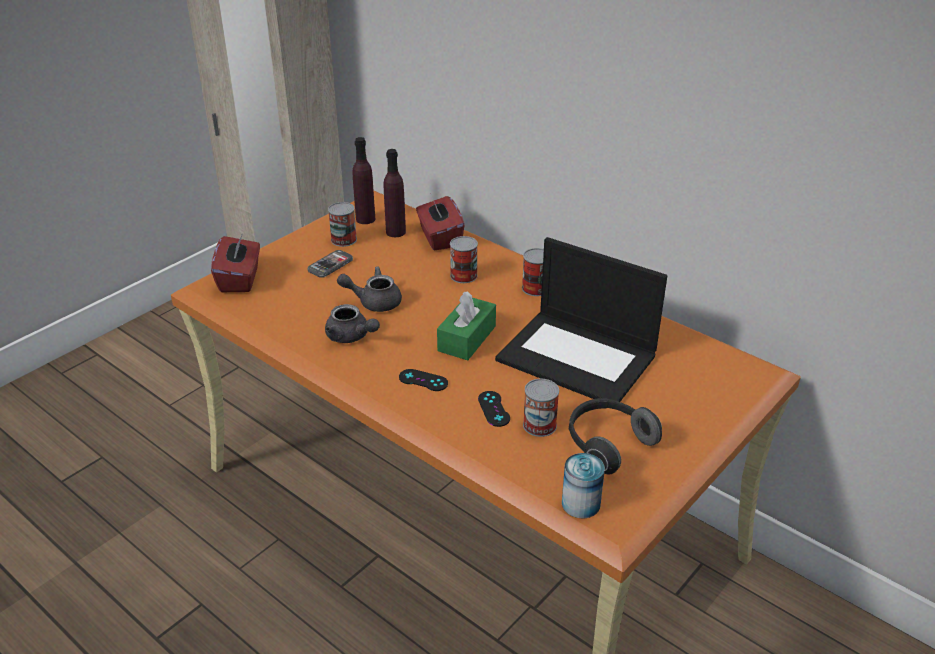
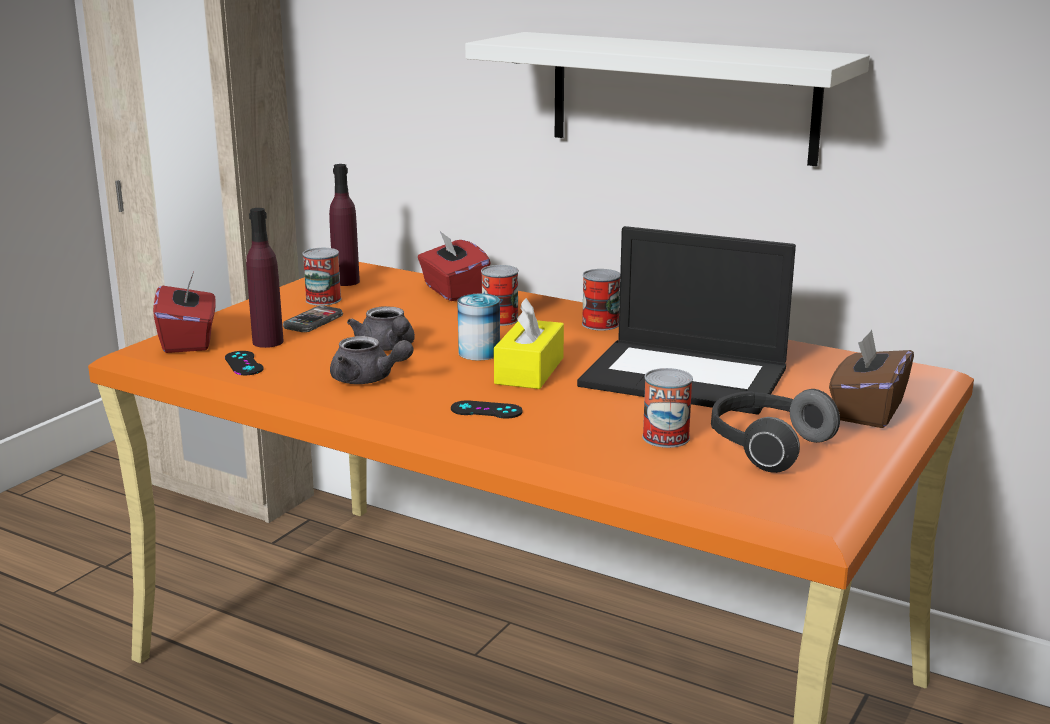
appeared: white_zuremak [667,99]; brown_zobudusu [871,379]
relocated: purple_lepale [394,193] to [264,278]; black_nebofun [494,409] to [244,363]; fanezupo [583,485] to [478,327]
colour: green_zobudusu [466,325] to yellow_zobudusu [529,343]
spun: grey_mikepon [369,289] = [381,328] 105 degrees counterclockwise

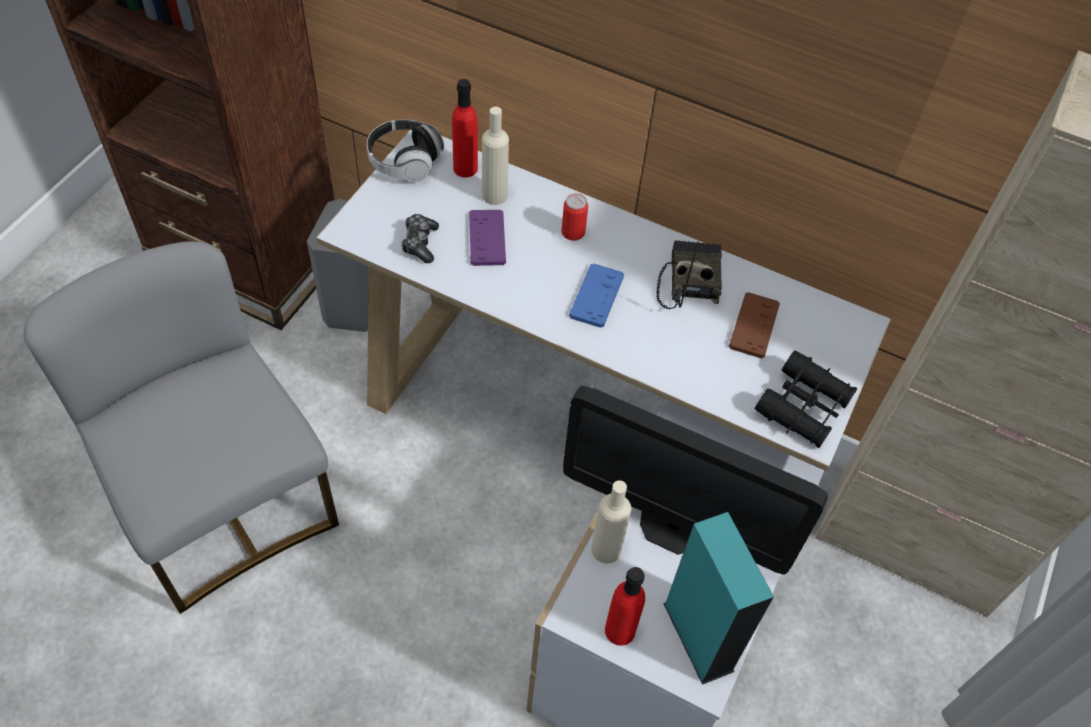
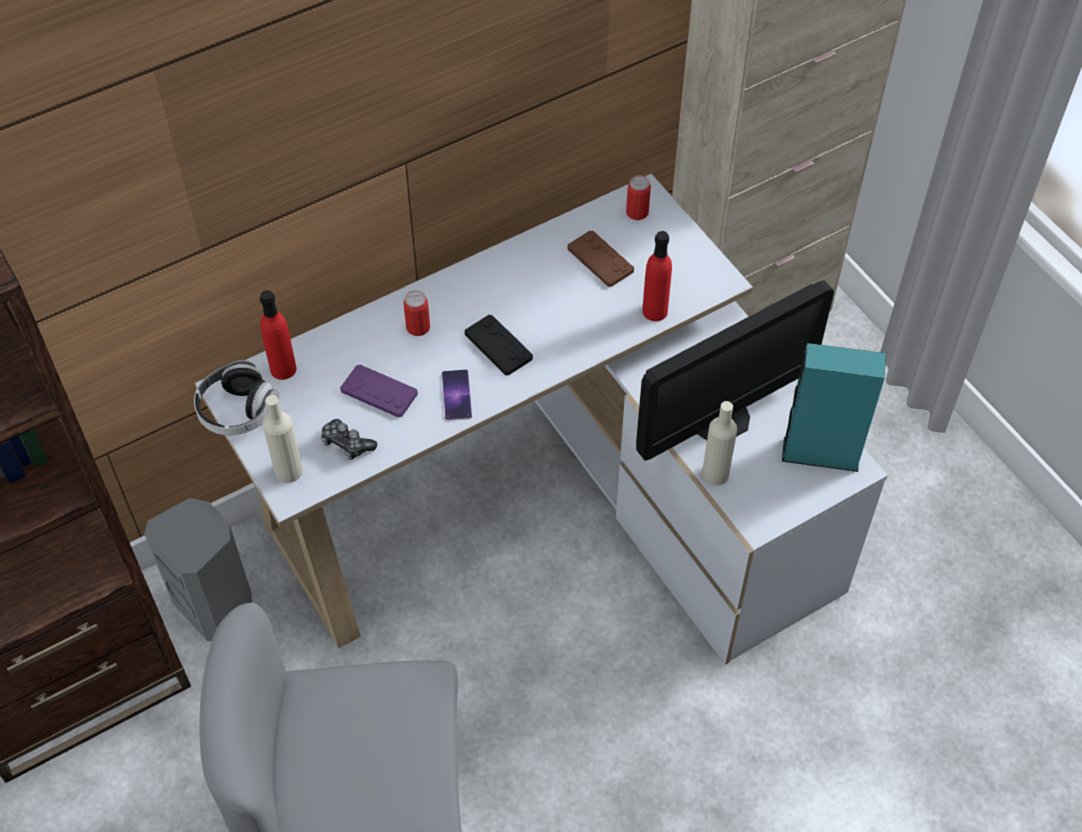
missing: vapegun [689,274]; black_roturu [806,399]
appeared: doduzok [457,394]; fanezupo [638,197]
relocated: beige_lepale [495,156] to [283,439]; red_lepale [625,606] to [657,276]
colour: blue_nebofun [596,295] to black_nebofun [499,345]

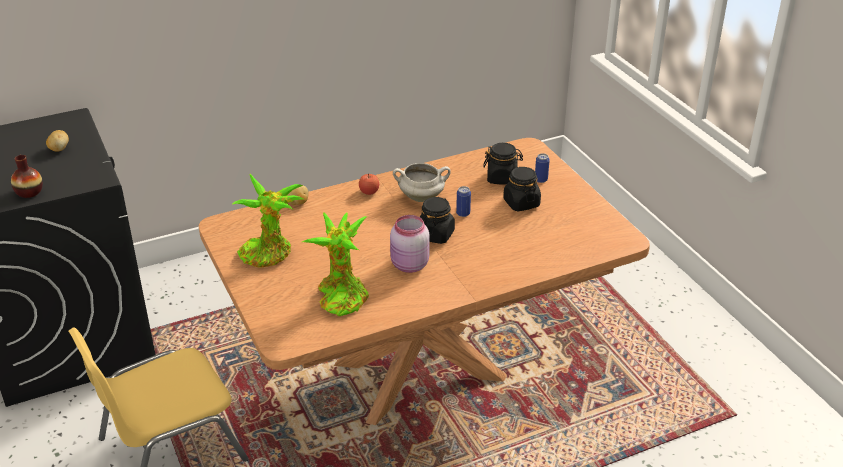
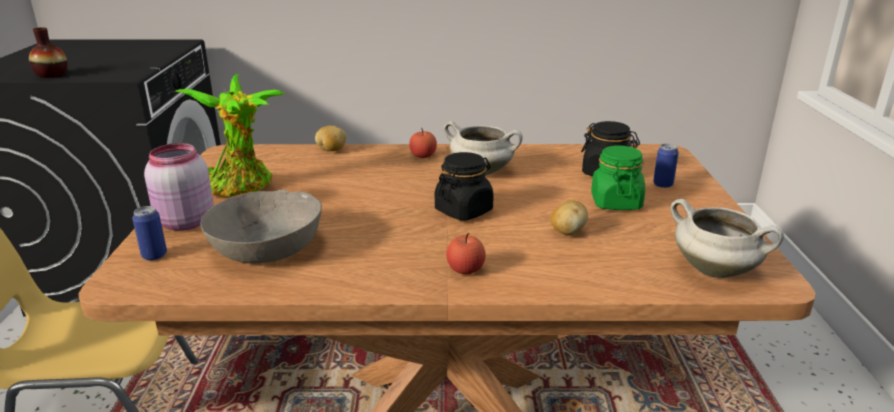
appeared: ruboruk [466,253]; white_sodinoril [727,238]
relocated: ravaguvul [57,141] to [569,217]; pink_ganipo [410,244] to [179,187]; fanezupo [463,201] to [149,233]
exchanged: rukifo [335,264] to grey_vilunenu [261,226]
colour: black_ganipo [522,189] to green_ganipo [618,177]

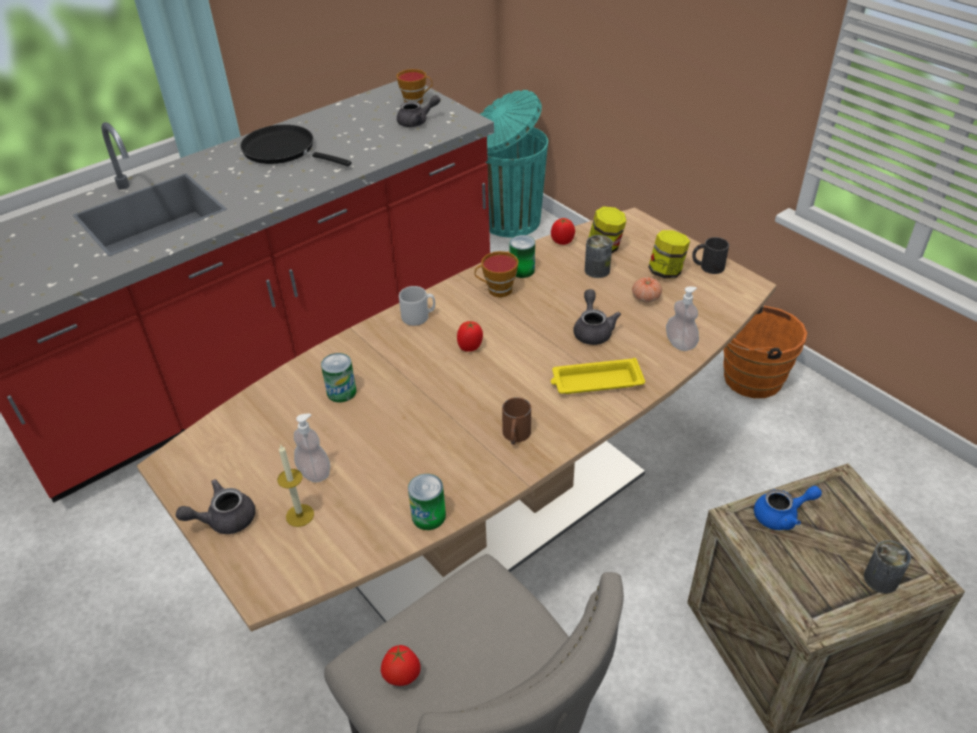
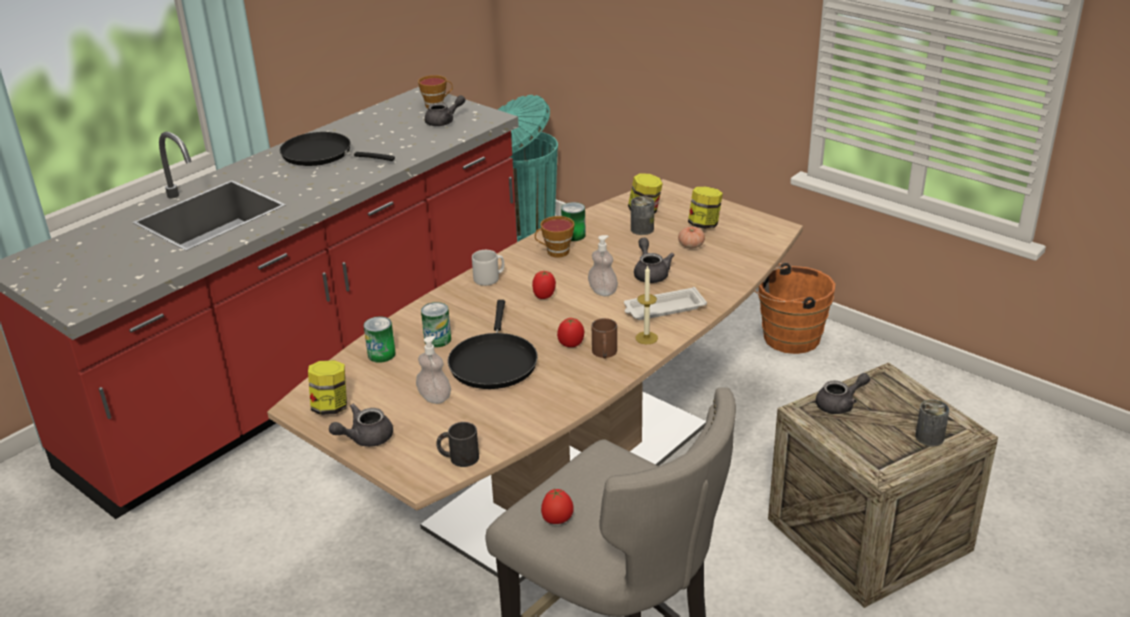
appeared: ganipo [327,387]; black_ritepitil [493,344]
relocated: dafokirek [295,485] to [646,304]; fanezupo [427,502] to [380,339]; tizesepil [563,231] to [570,332]; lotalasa [682,319] to [603,265]; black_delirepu [710,255] to [457,444]
colour: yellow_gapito [598,376] to white_gapito [665,303]; blue_mikepon [788,508] to grey_mikepon [843,393]

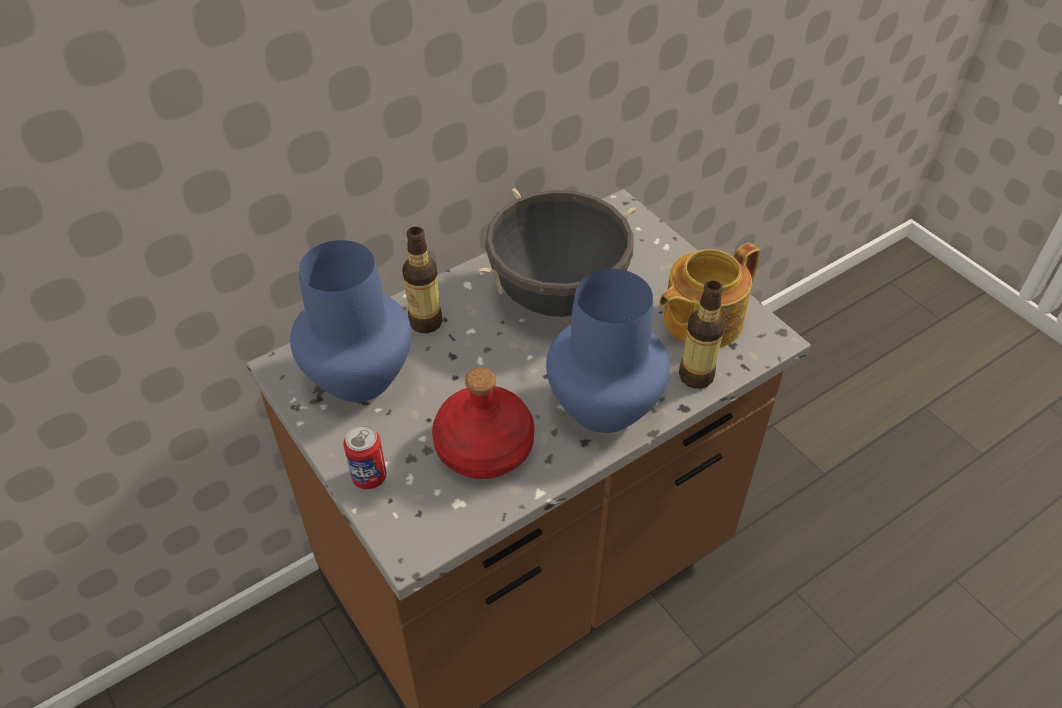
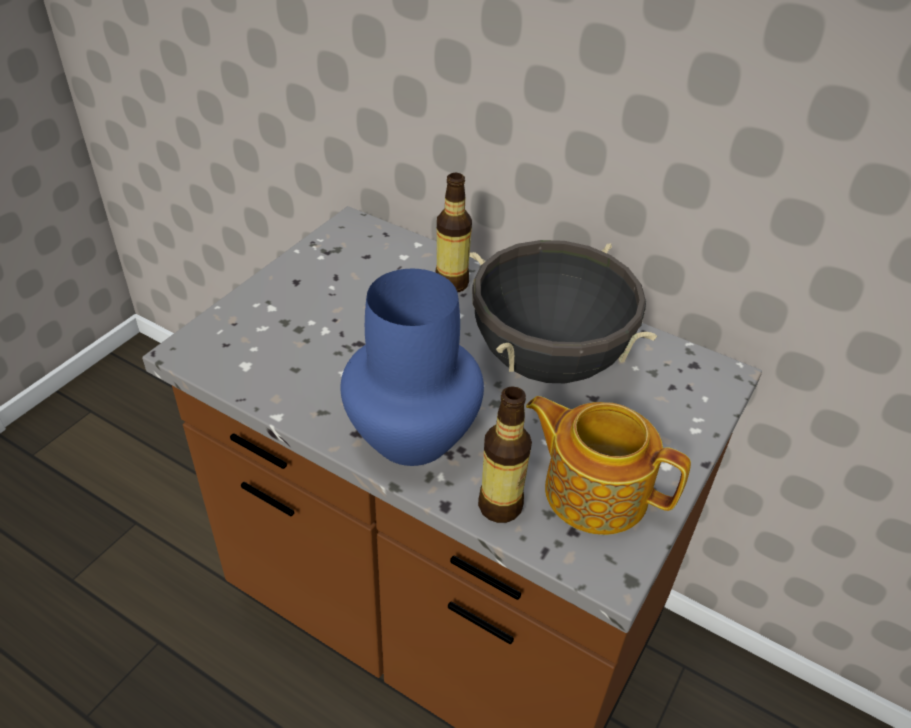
missing: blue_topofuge [350,321]; fanezupo [365,457]; red_lepale [483,423]

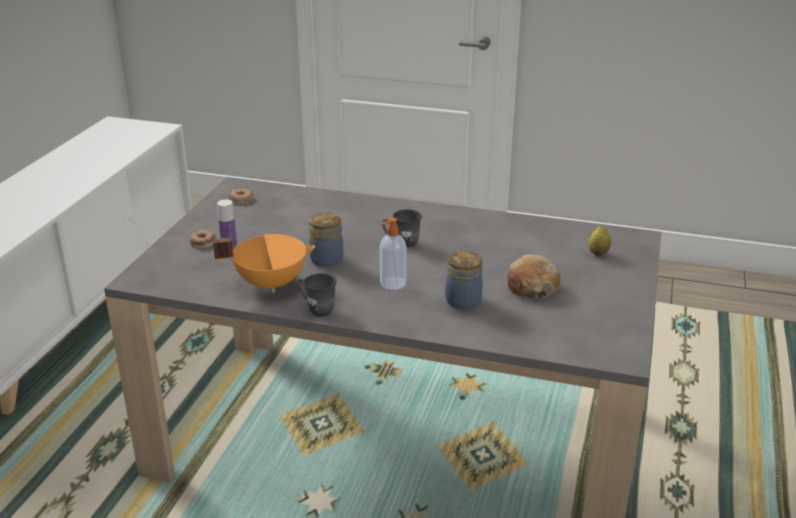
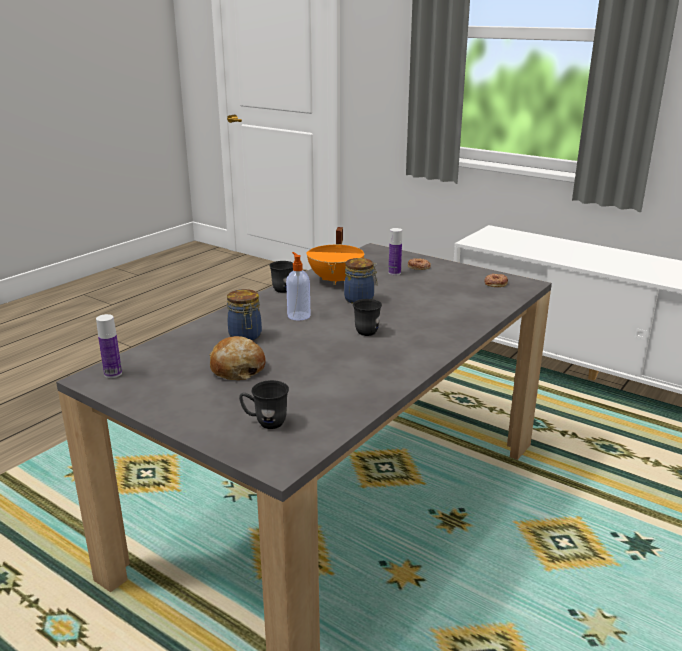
appeared: lepale [109,346]
exchanged: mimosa [599,240] to grey_delirepu [264,404]

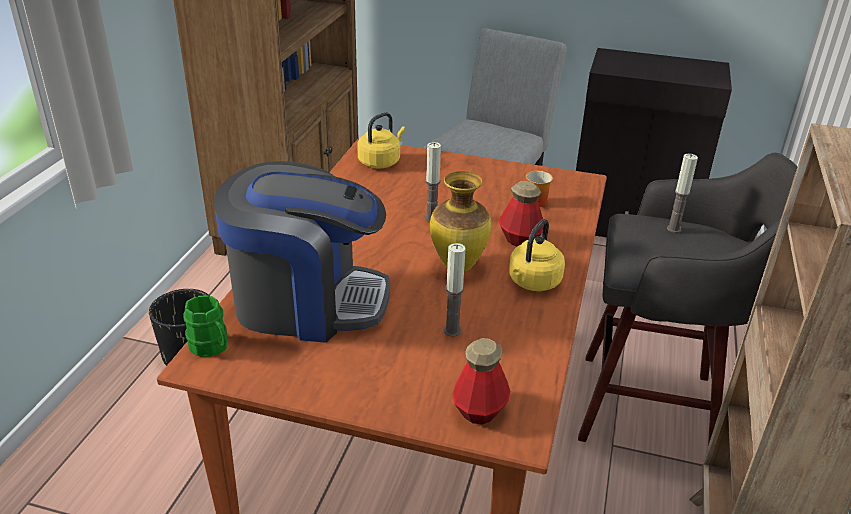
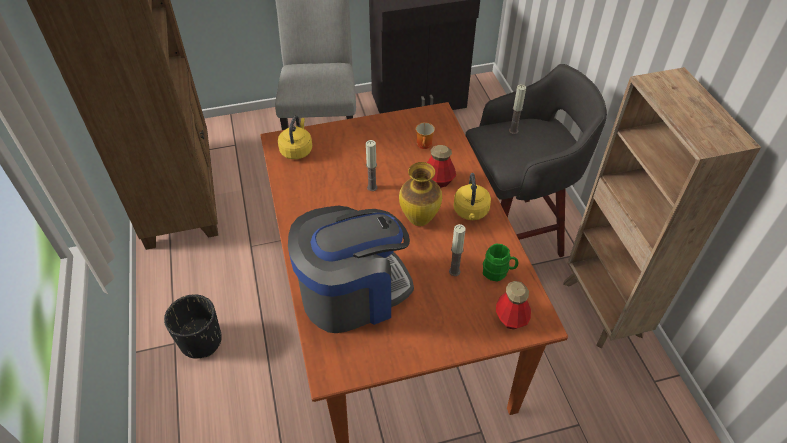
relocated: green_delirepu [205,326] to [500,262]

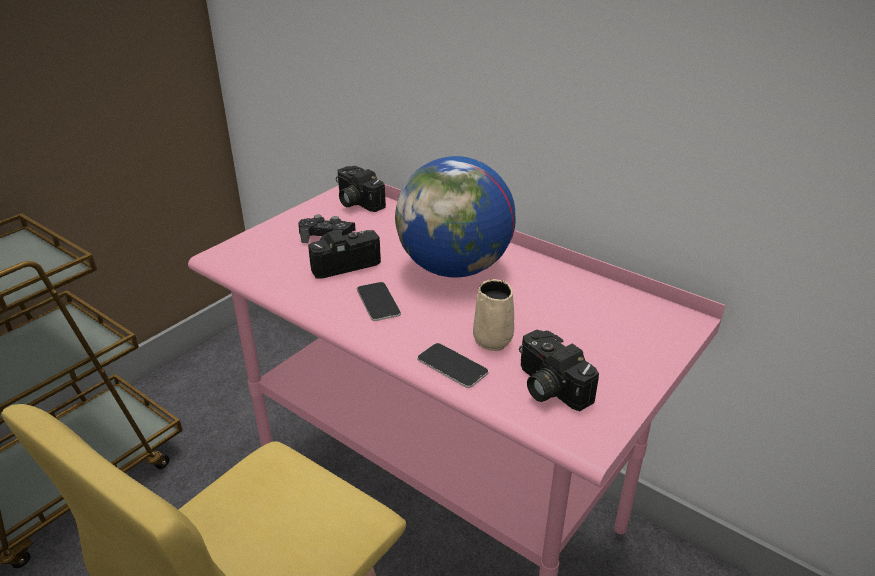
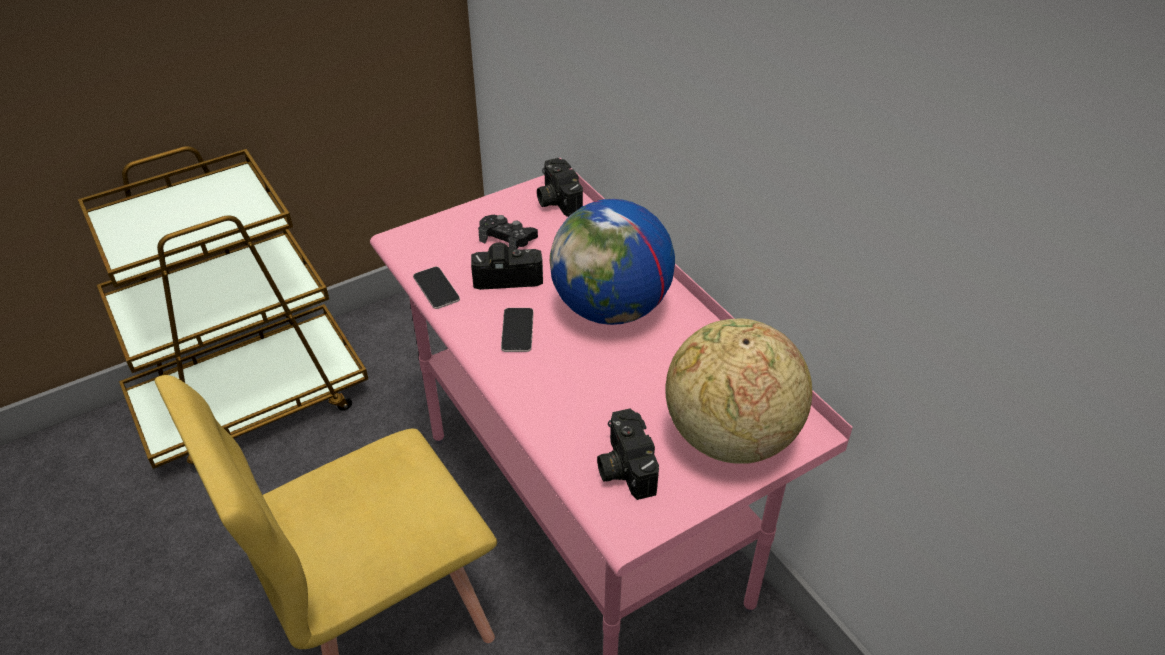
missing: beige_delirepu [493,315]
appeared: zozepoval [738,391]
relocated: doduzok [453,365] to [436,287]

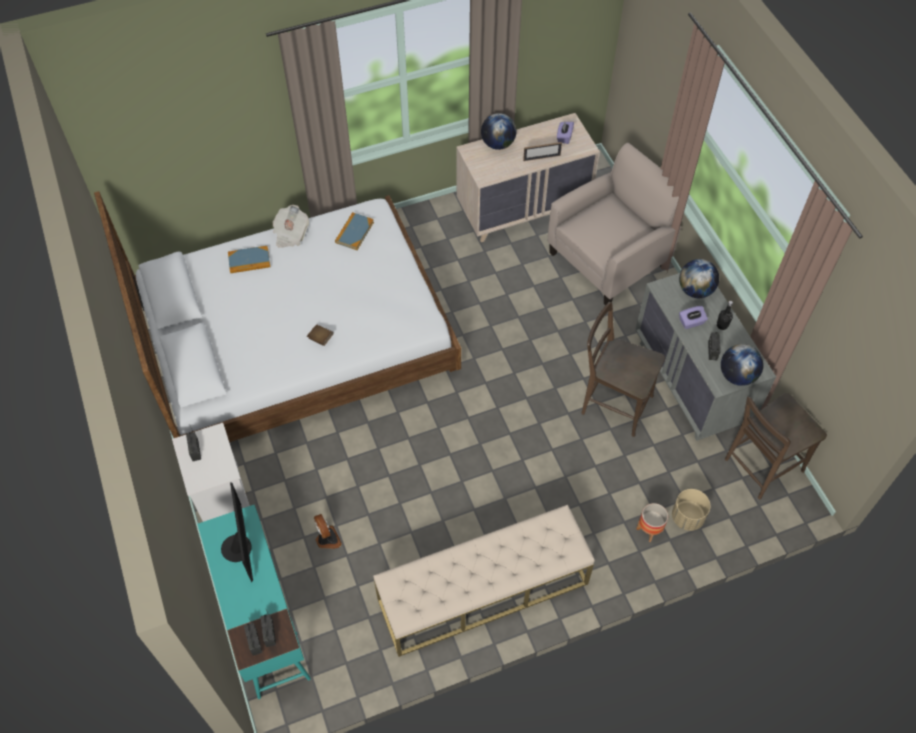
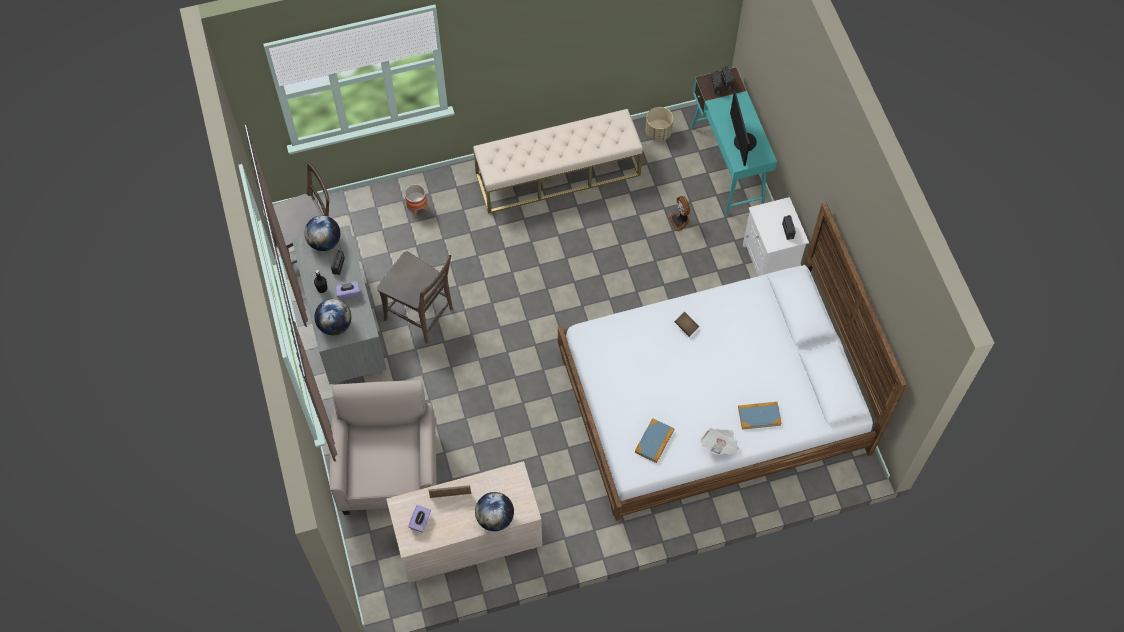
relocated: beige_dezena [691,510] to [659,124]
spun: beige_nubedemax [614,224] = [383,447] 120 degrees clockwise

